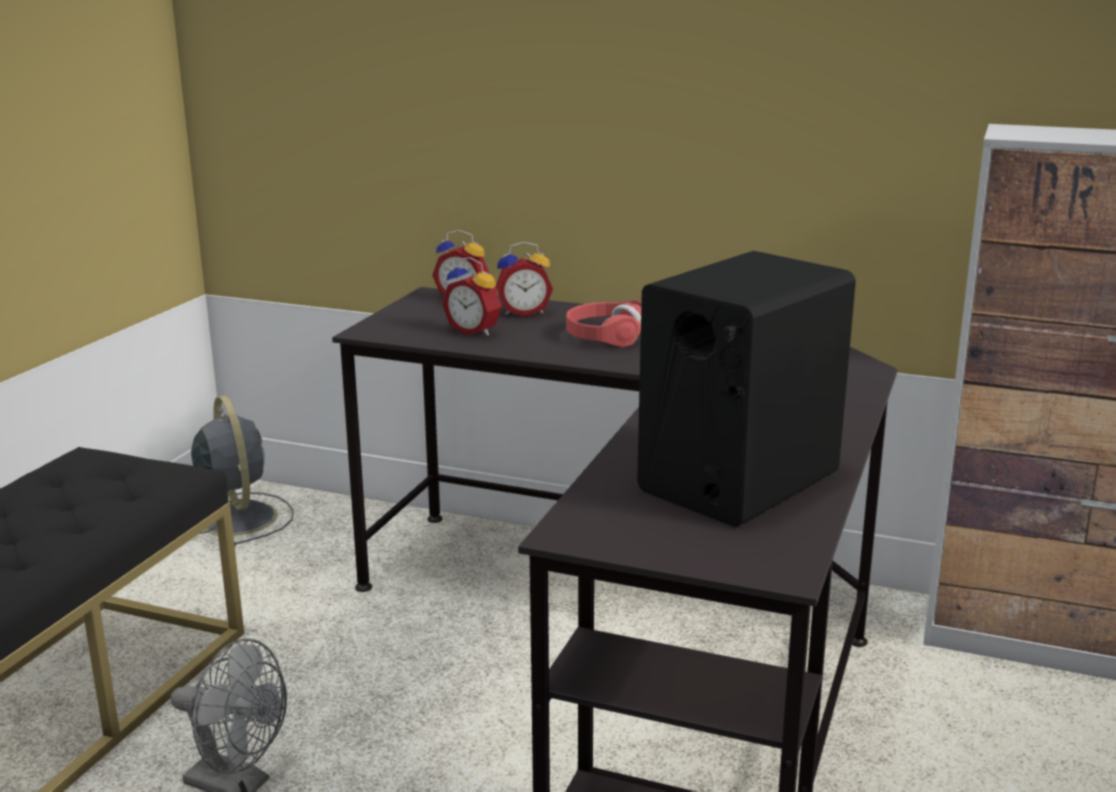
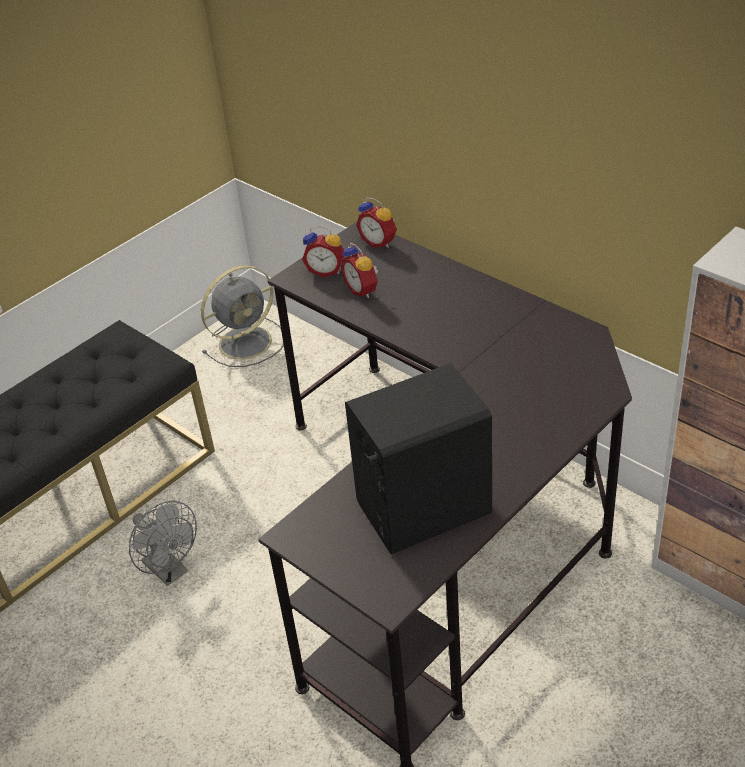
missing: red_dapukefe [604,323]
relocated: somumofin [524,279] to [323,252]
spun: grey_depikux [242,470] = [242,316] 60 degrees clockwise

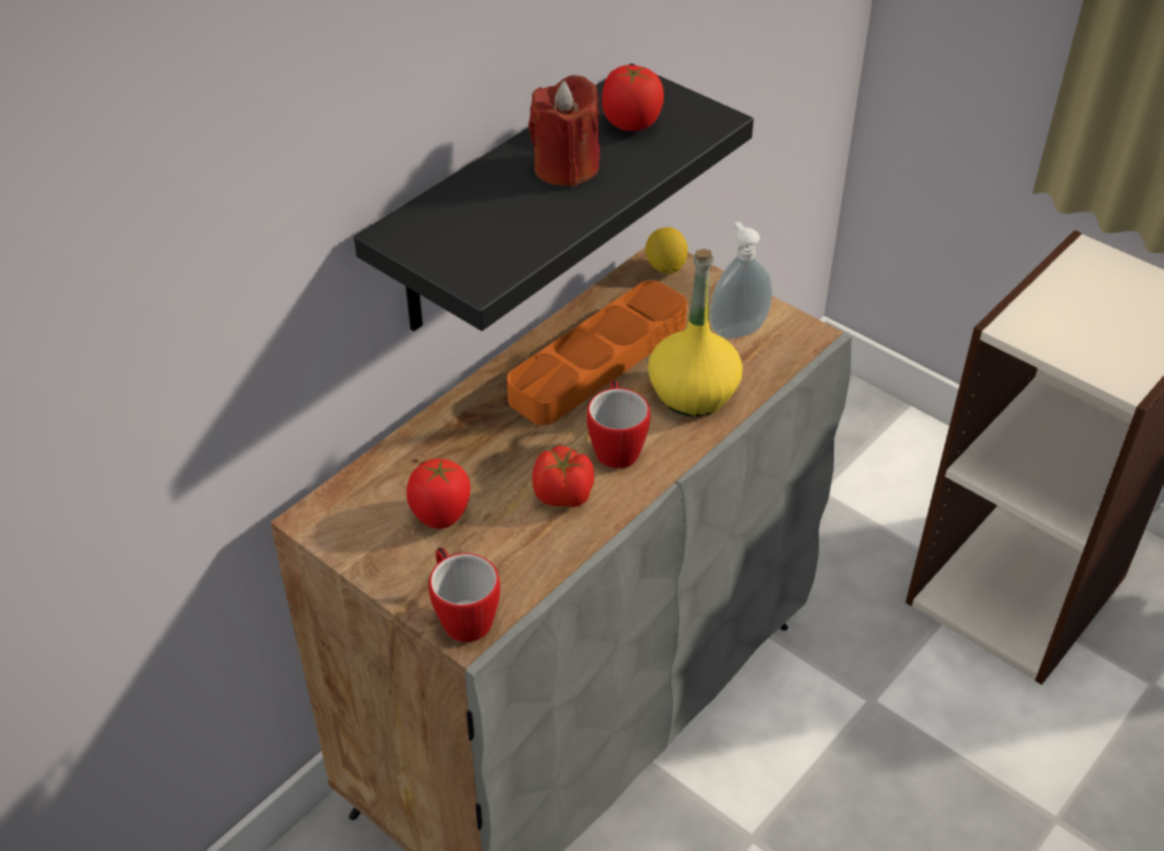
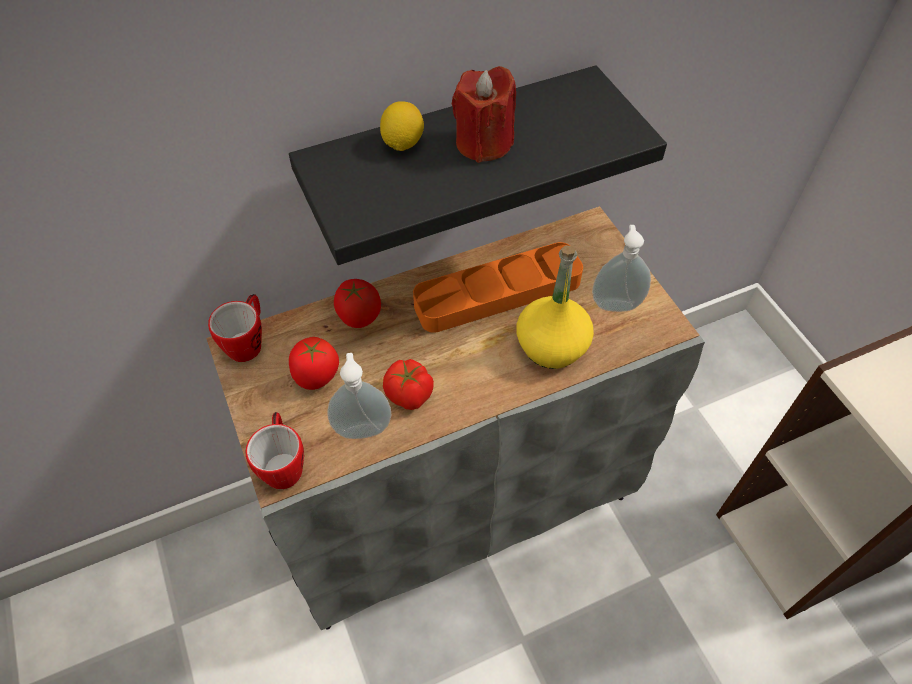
appeared: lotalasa [359,396]
relocated: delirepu [618,424] to [235,328]; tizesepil [633,98] to [357,303]; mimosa [667,250] to [402,126]

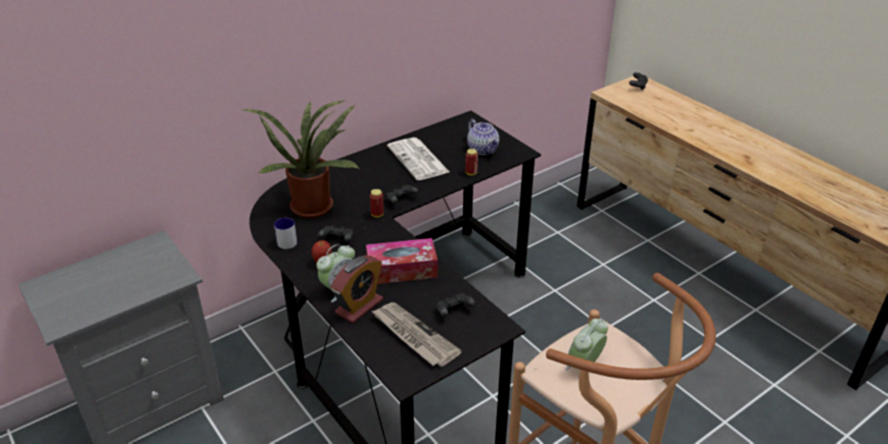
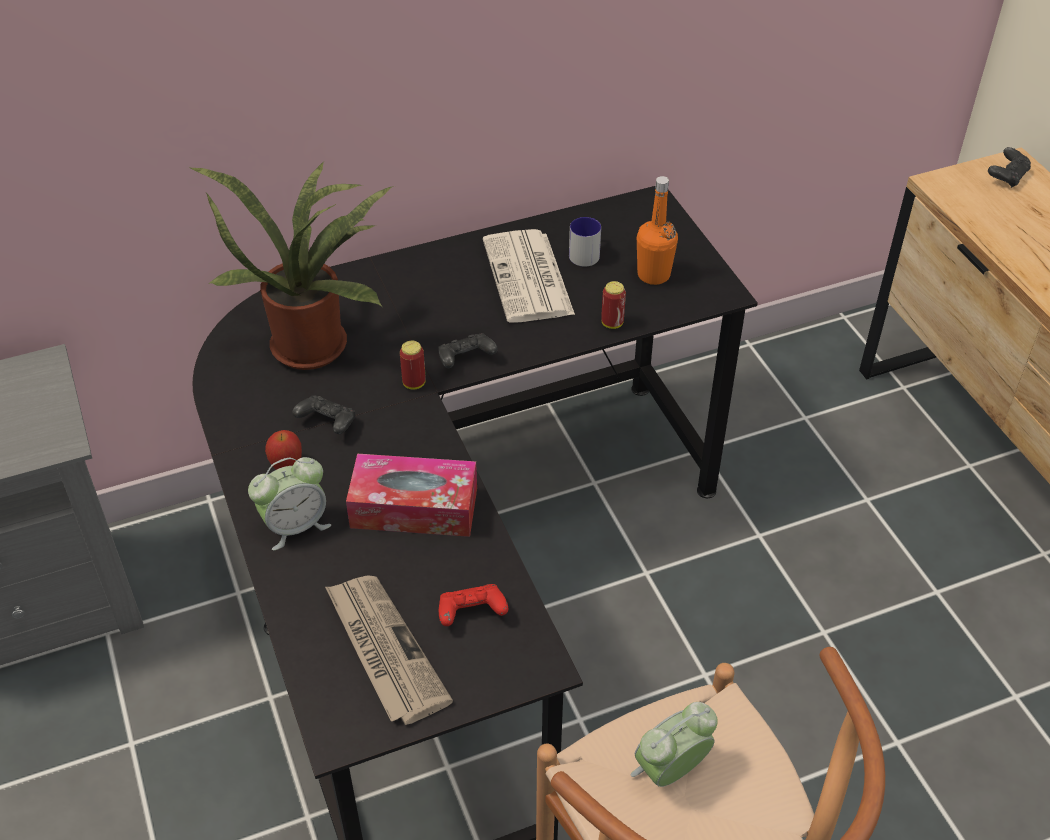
missing: somumofin [357,289]
relocated: delirepu [285,233] to [585,242]
exchanged: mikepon [483,137] to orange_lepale [657,230]
colour: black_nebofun [455,305] to red_nebofun [473,605]

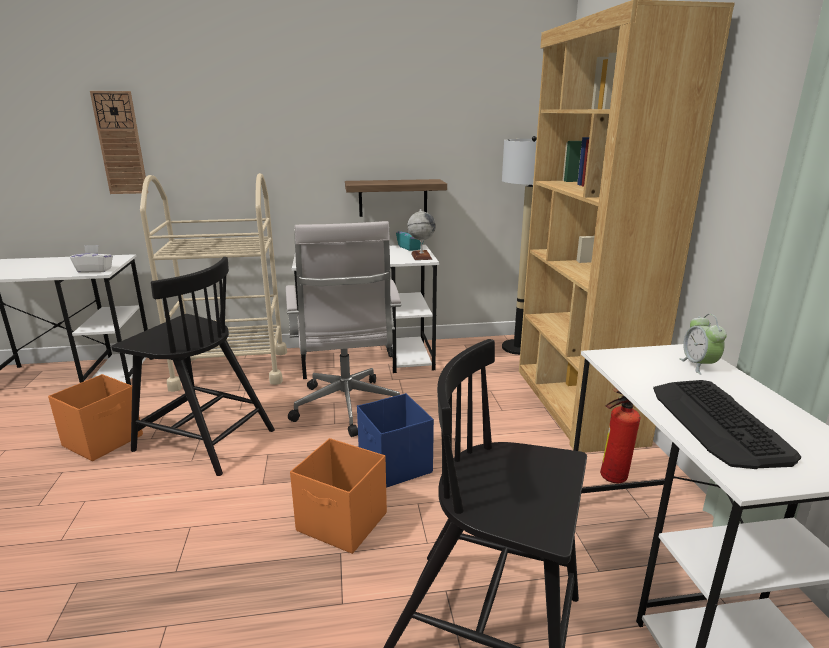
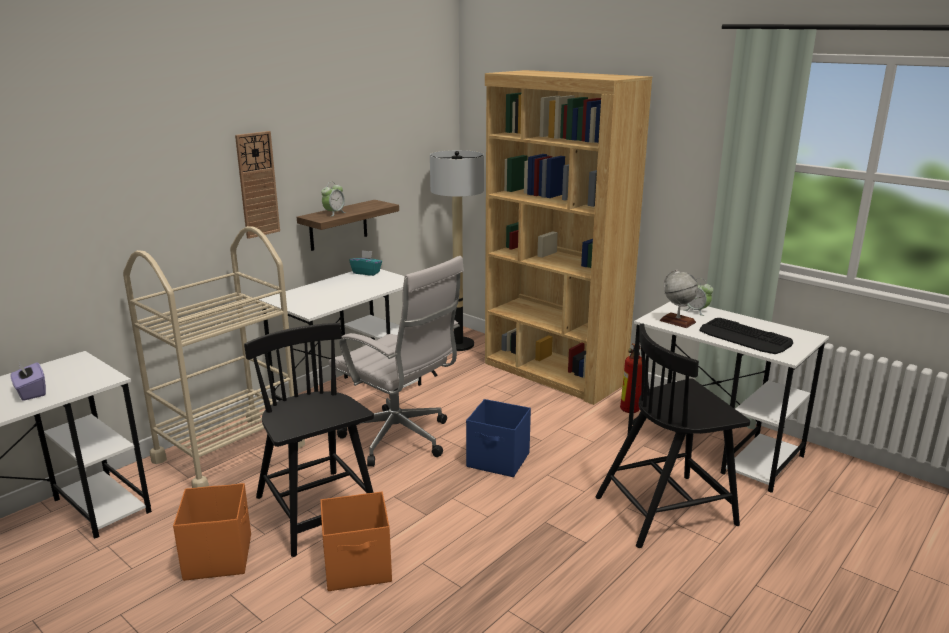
missing: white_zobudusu [91,259]
appeared: purple_zobudusu [28,381]; somumofin [333,199]
relocated: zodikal [119,142] to [257,185]; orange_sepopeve [338,496] to [356,541]; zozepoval [421,234] to [679,298]
spun: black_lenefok [193,366] = [309,440] 105 degrees counterclockwise

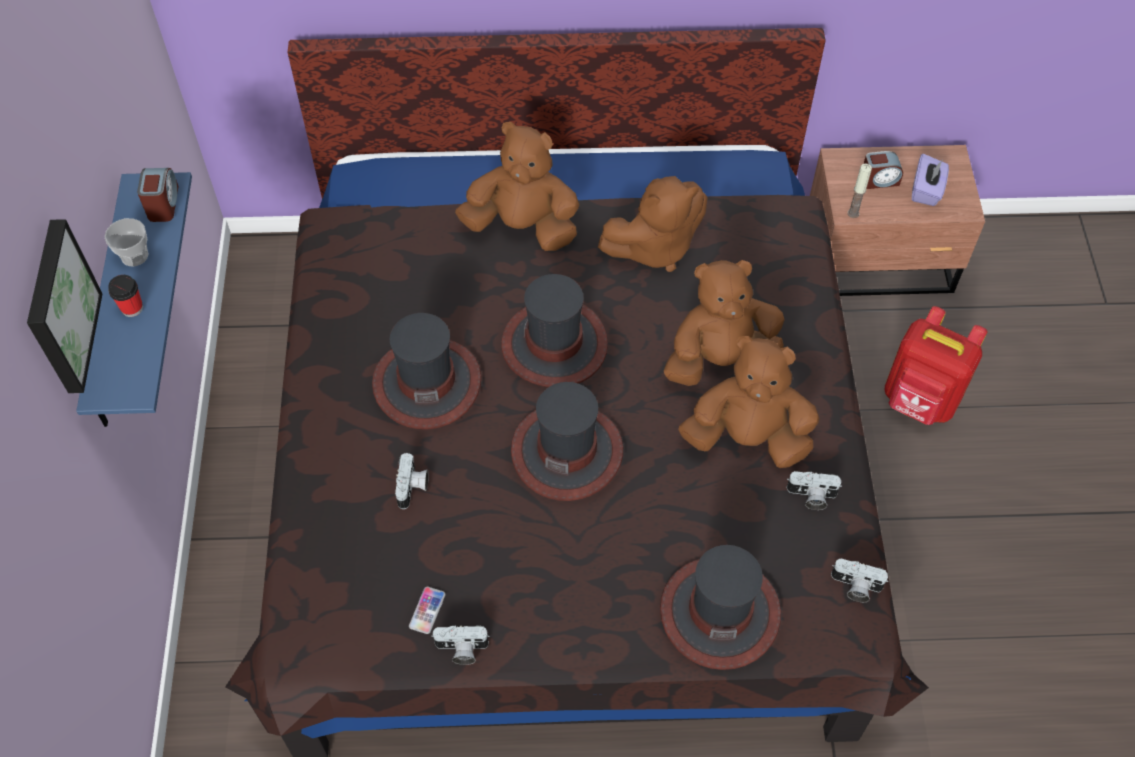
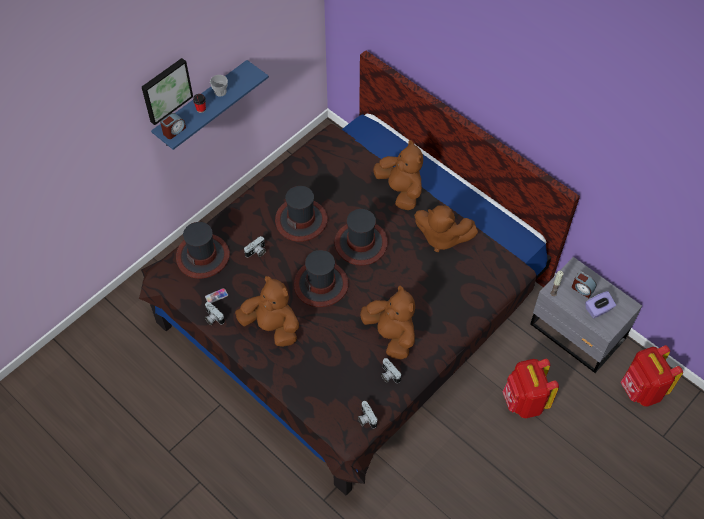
appeared: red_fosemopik [652,375]
relocated: somumofin [158,195] to [173,126]; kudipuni [720,607] to [203,250]; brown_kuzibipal [724,323] to [267,311]
colour: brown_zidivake [897,220] to grey_zidivake [586,315]

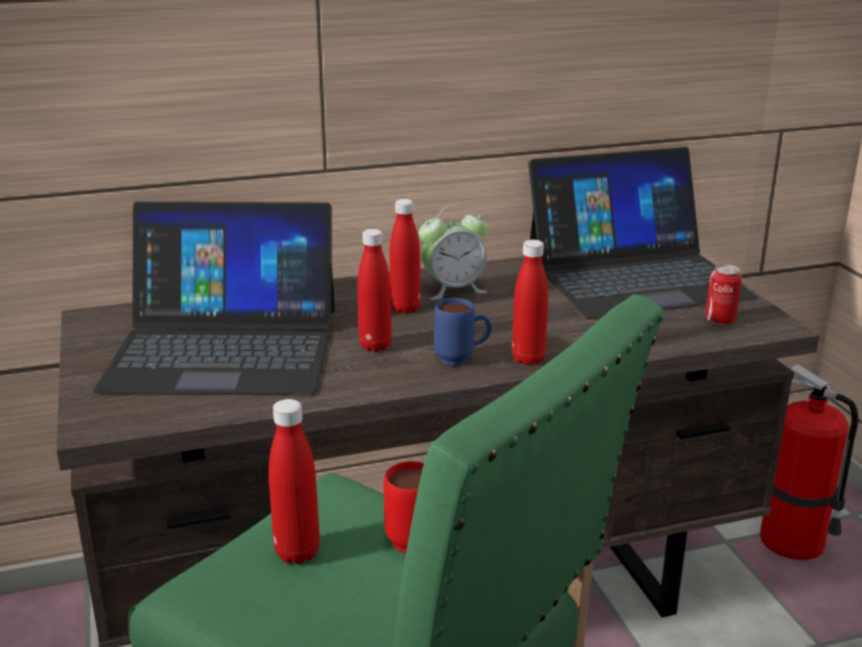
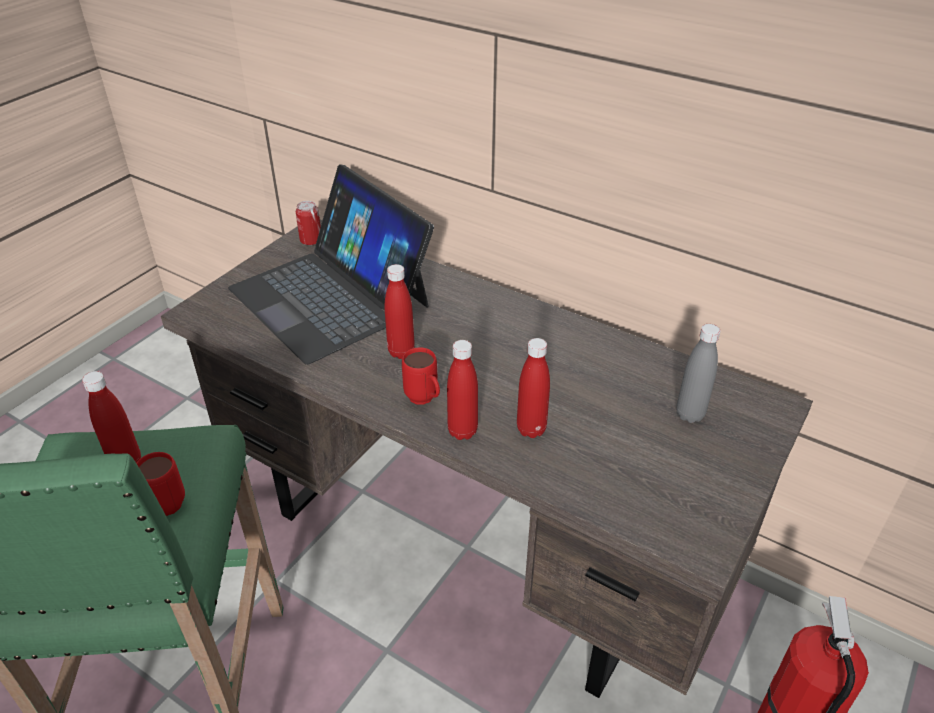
missing: somumofin [453,252]
relocated: red_lepale [405,256] to [533,388]; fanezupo [723,294] to [308,223]
exchanged: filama [643,233] to grey_lepale [698,373]
colour: blue_delirepu [463,332] to red_delirepu [421,376]

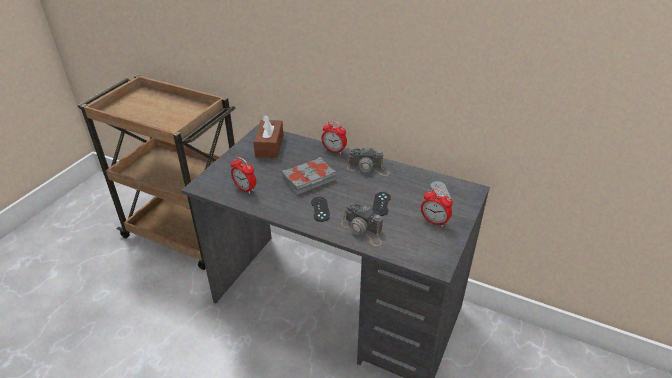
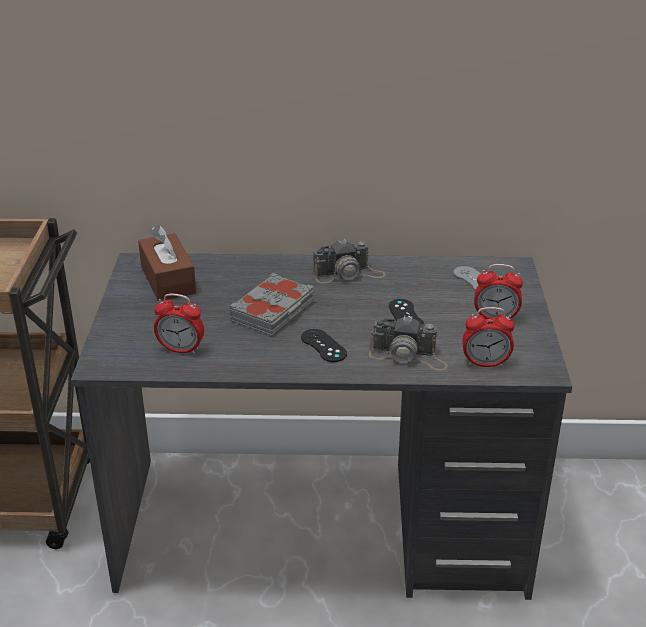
relocated: somumofin [334,137] to [488,337]

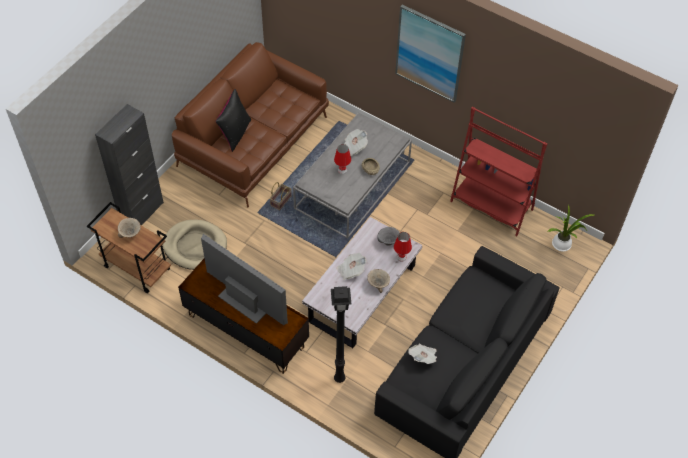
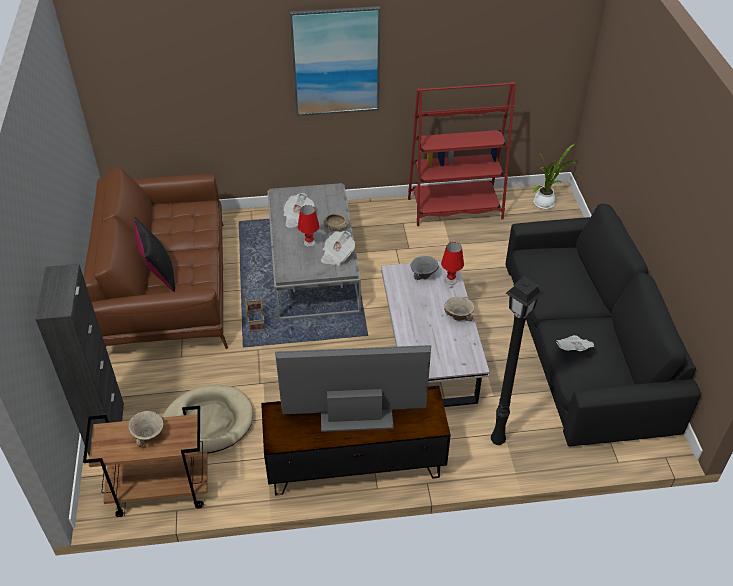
relocated: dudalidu [351,266] to [338,248]

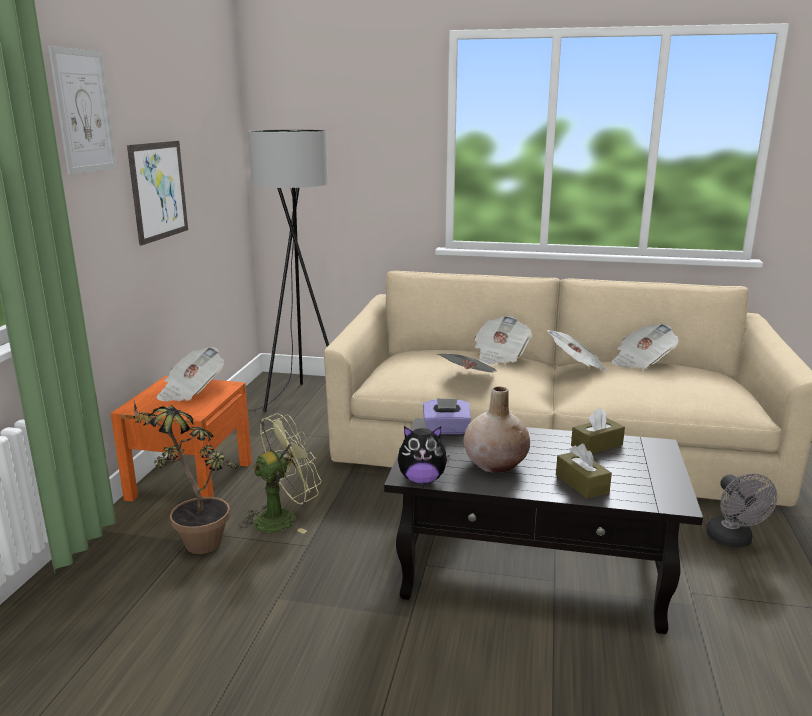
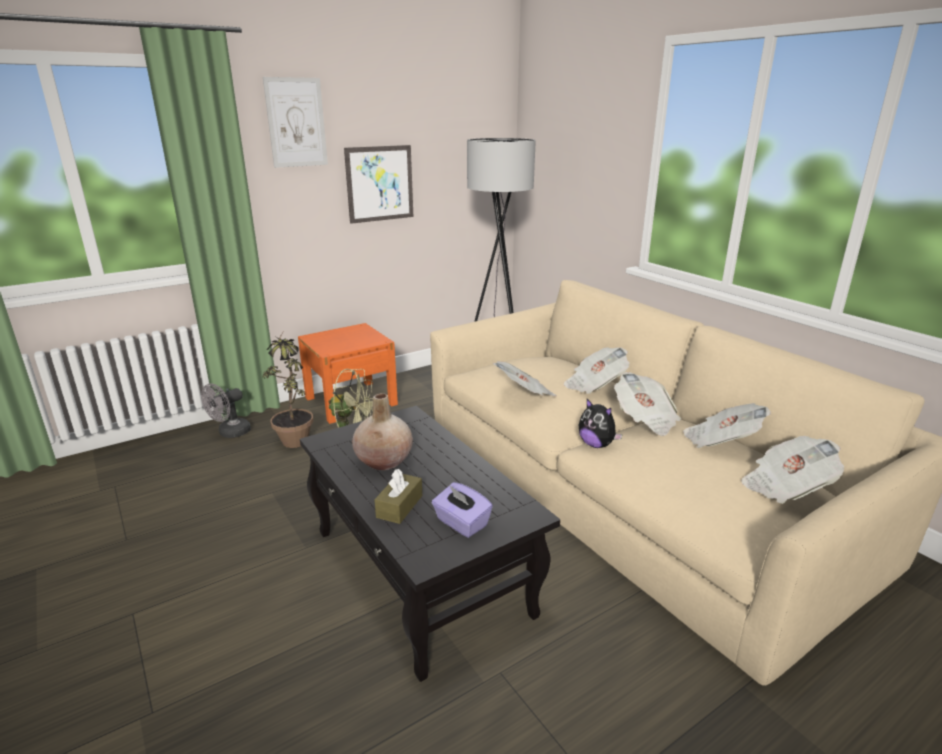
missing: brown_zobudusu [598,431]
relocated: dudalidu [190,374] to [792,470]; kuzibipal [424,455] to [601,423]; purple_zobudusu [447,416] to [462,510]; grey_depikux [741,511] to [226,411]

